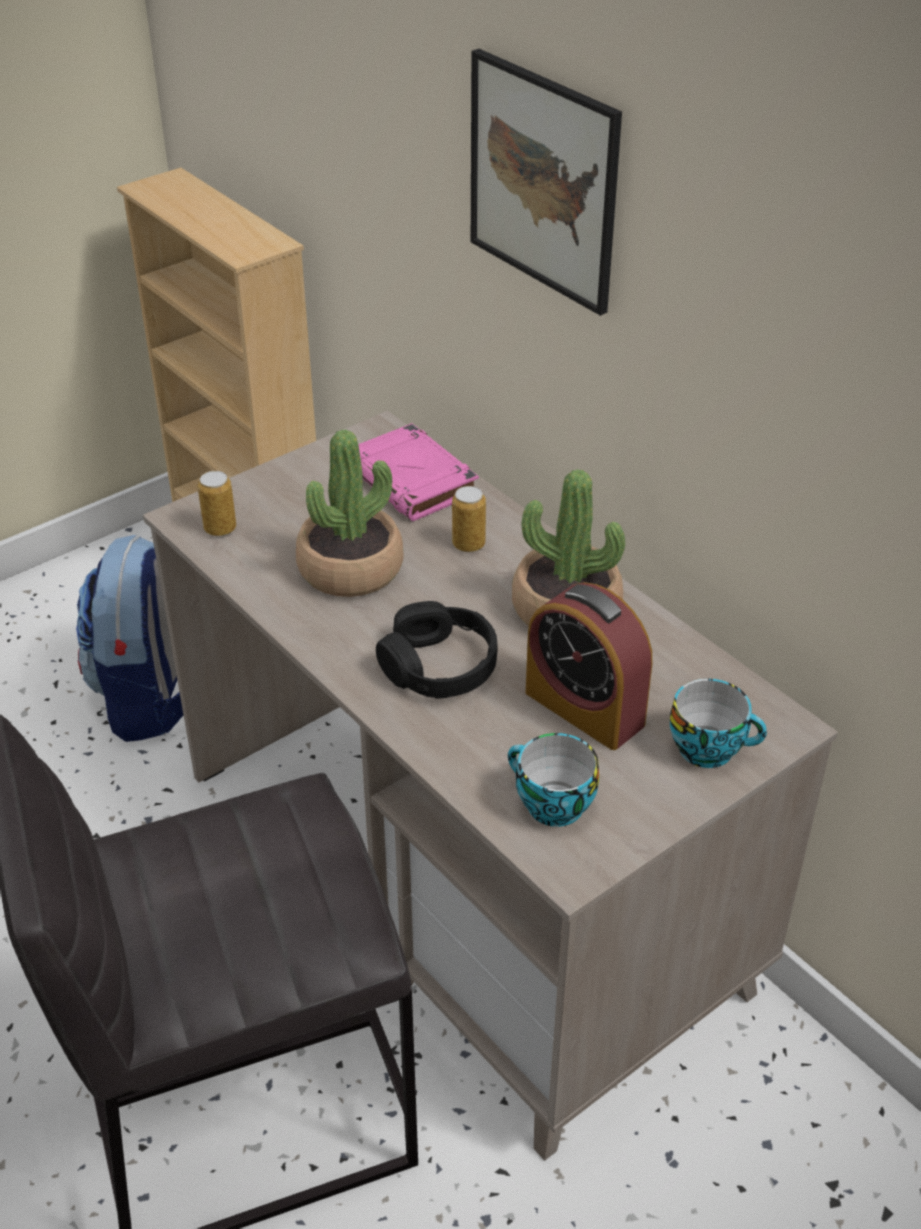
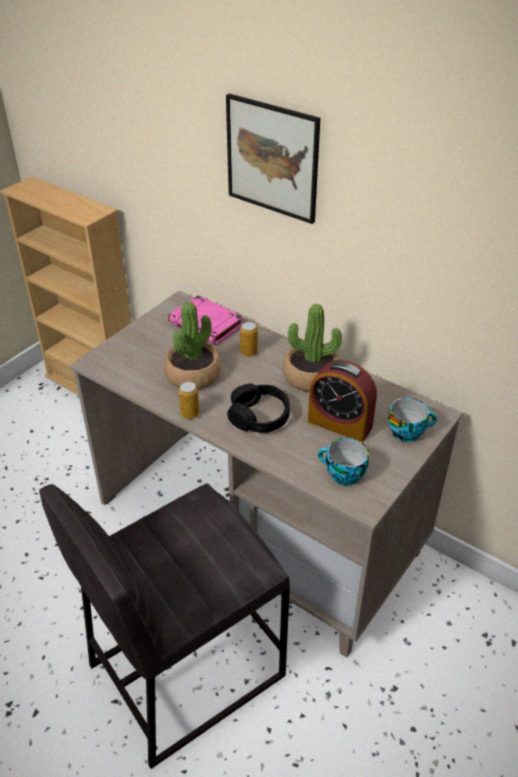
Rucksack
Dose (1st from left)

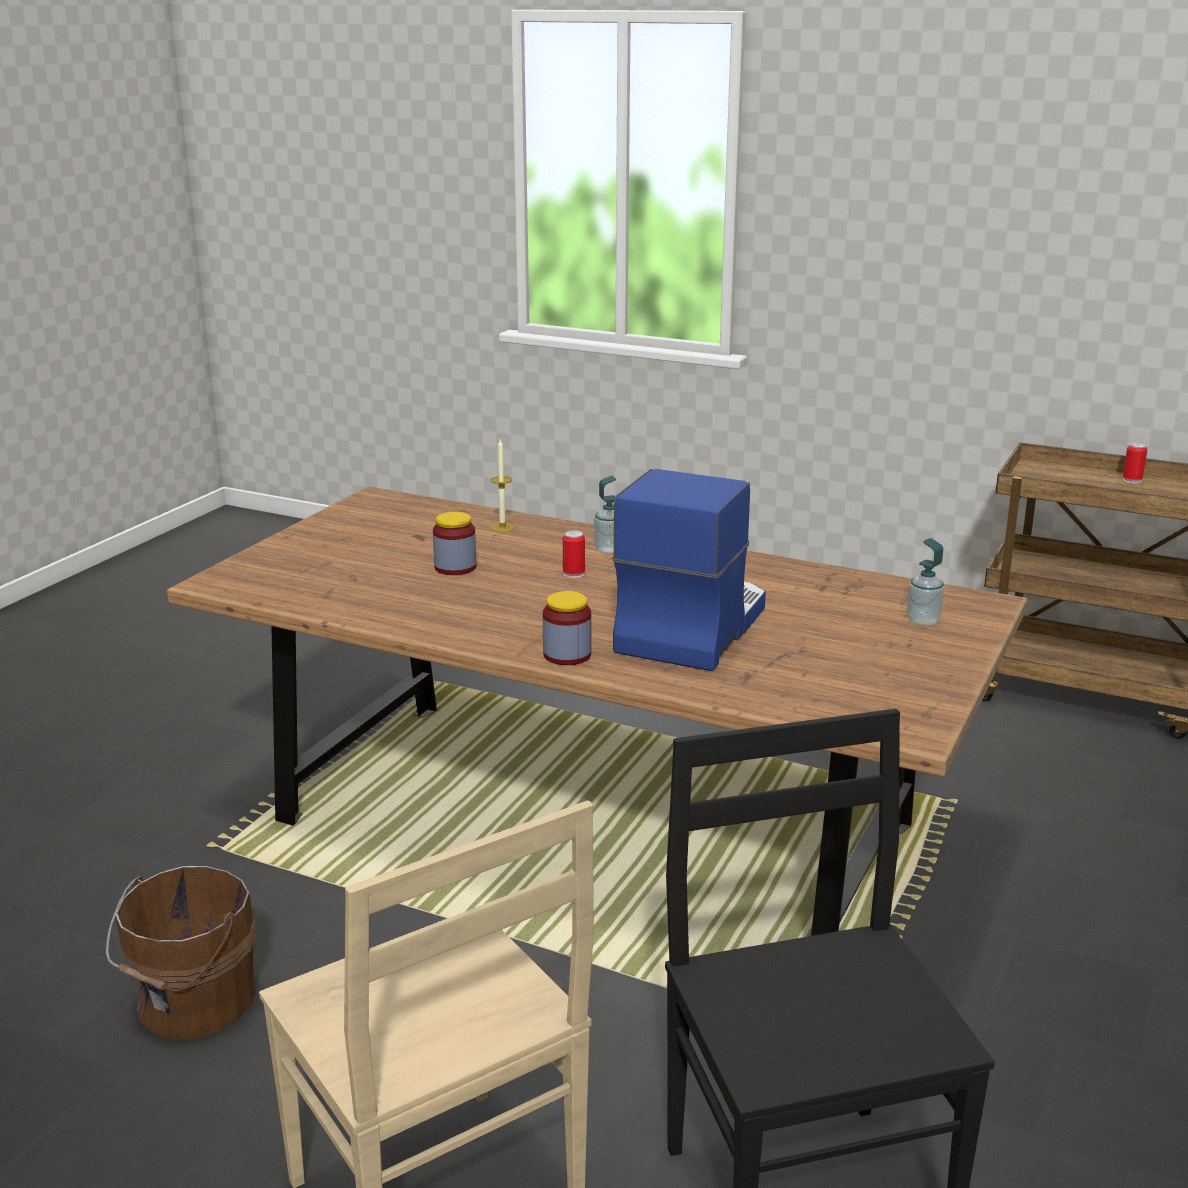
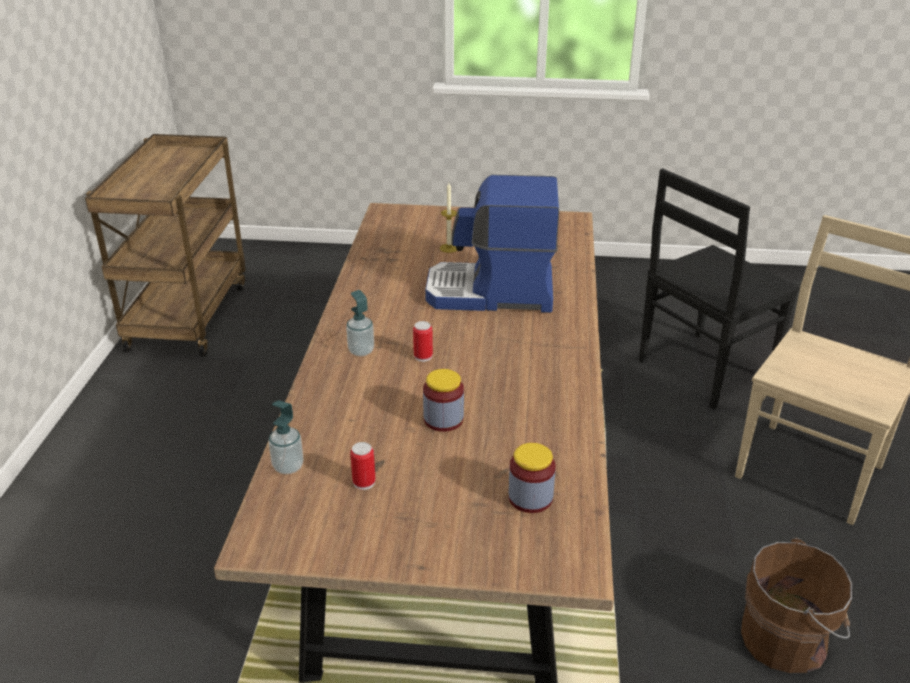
Kerze
Vorratsglas (2nd from left)
Seifenspender (1st from left)
Dose (1st from left)

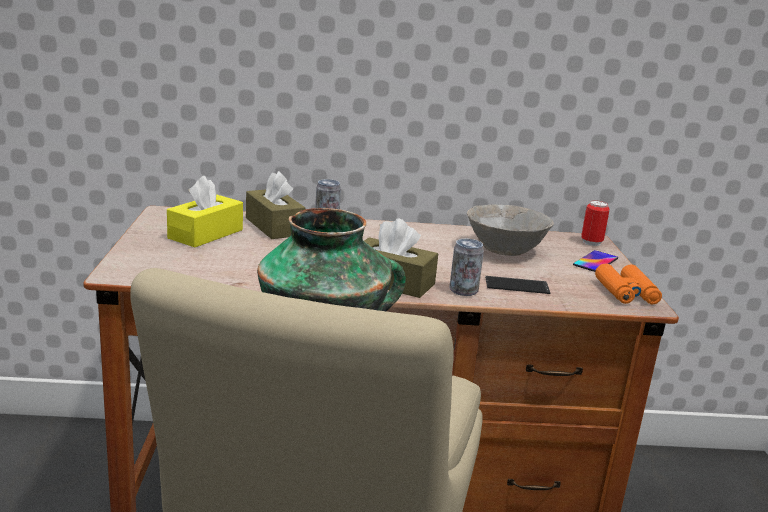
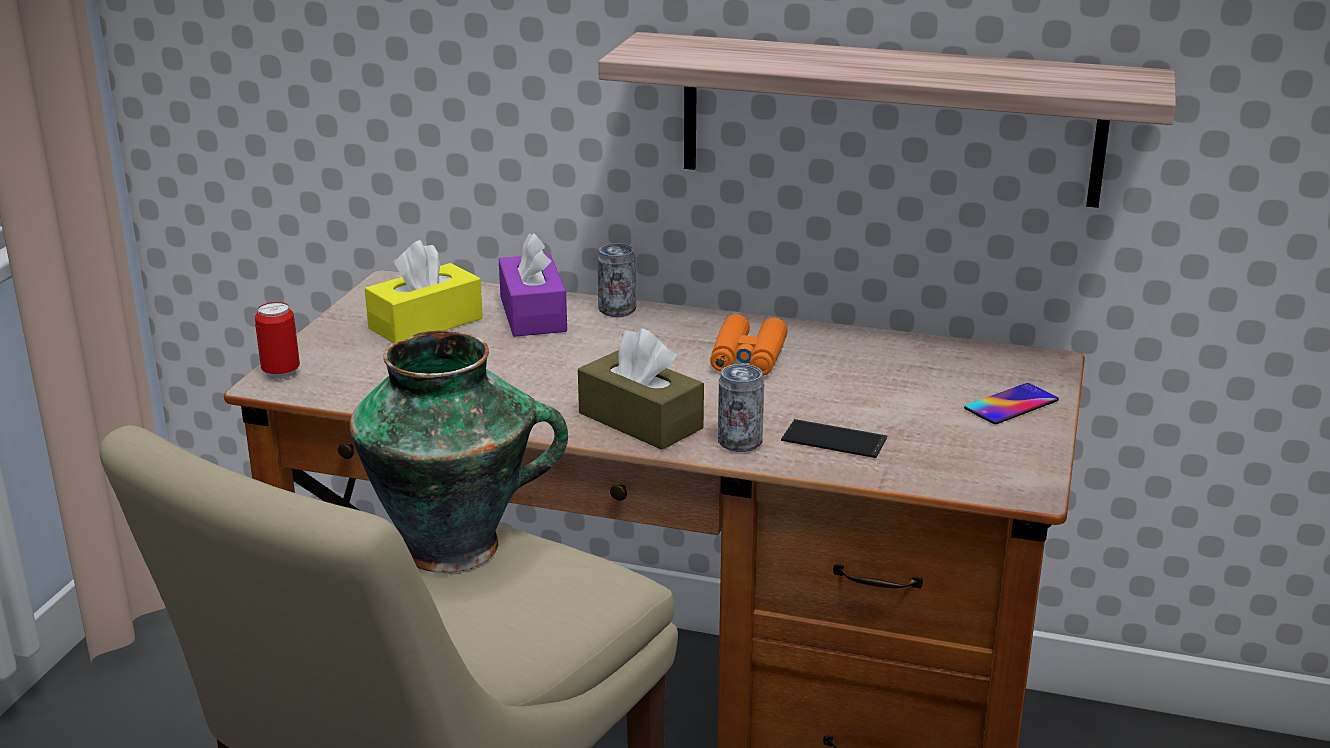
Taschentuchbox/lila
Schüssel/grau
Dose (1st from left)
Fernglas/orange
Wandregal

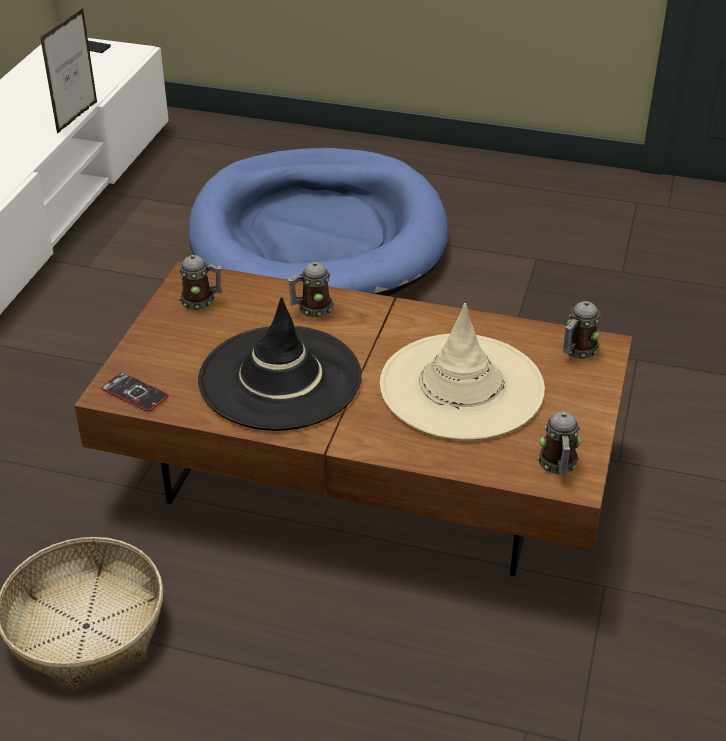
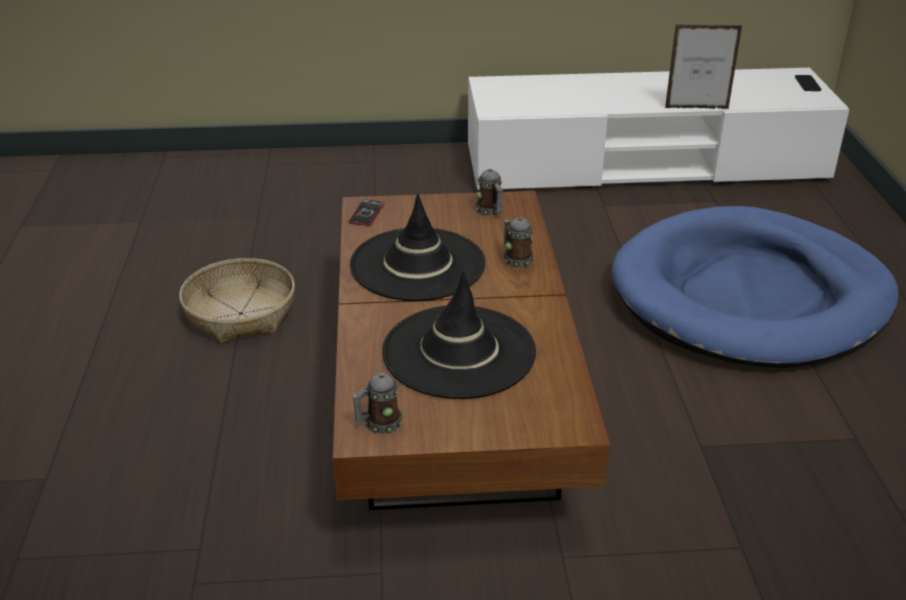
Hut/schwarz (2nd from left)
Henkelbecher (4th from left in the first image)

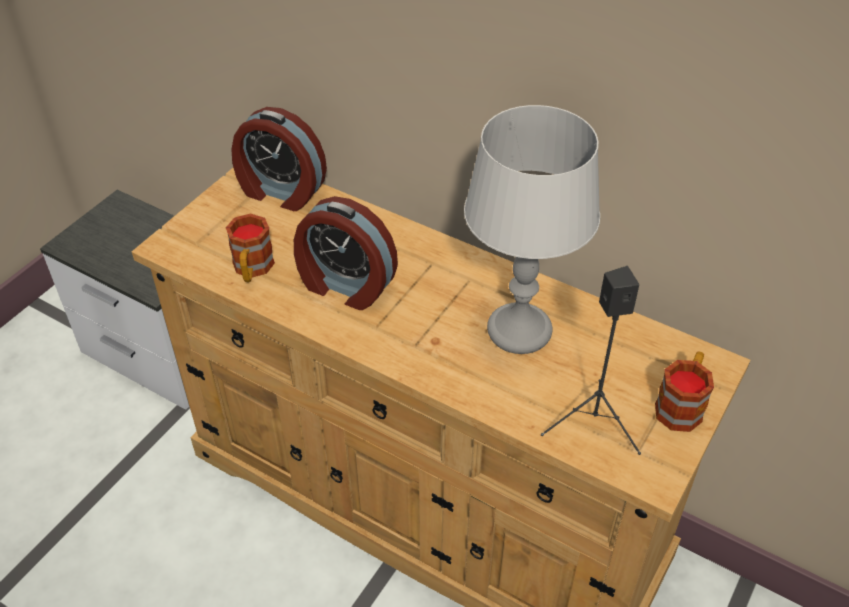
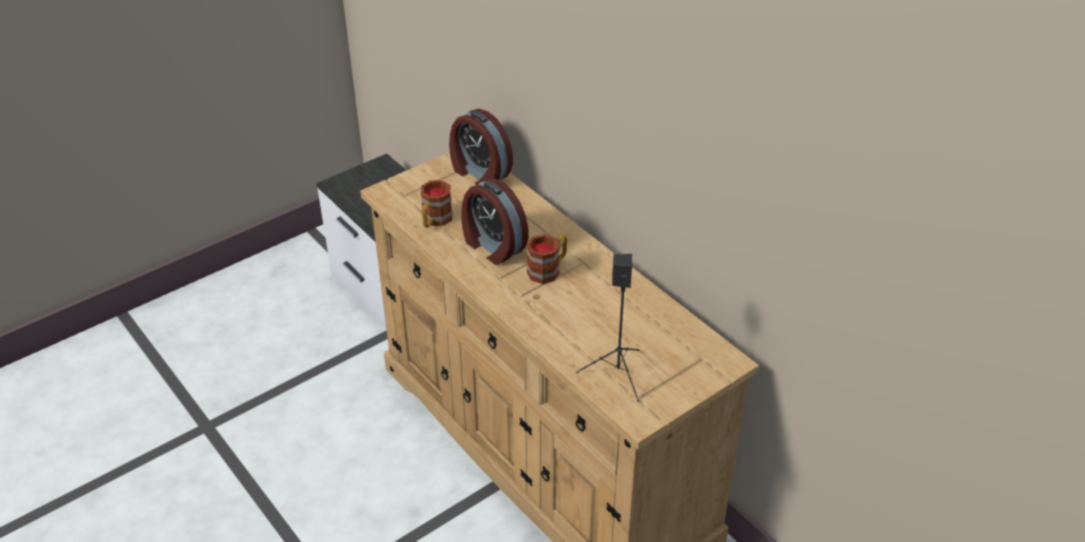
Tischlampe/grau
Henkelbecher (2nd from left)

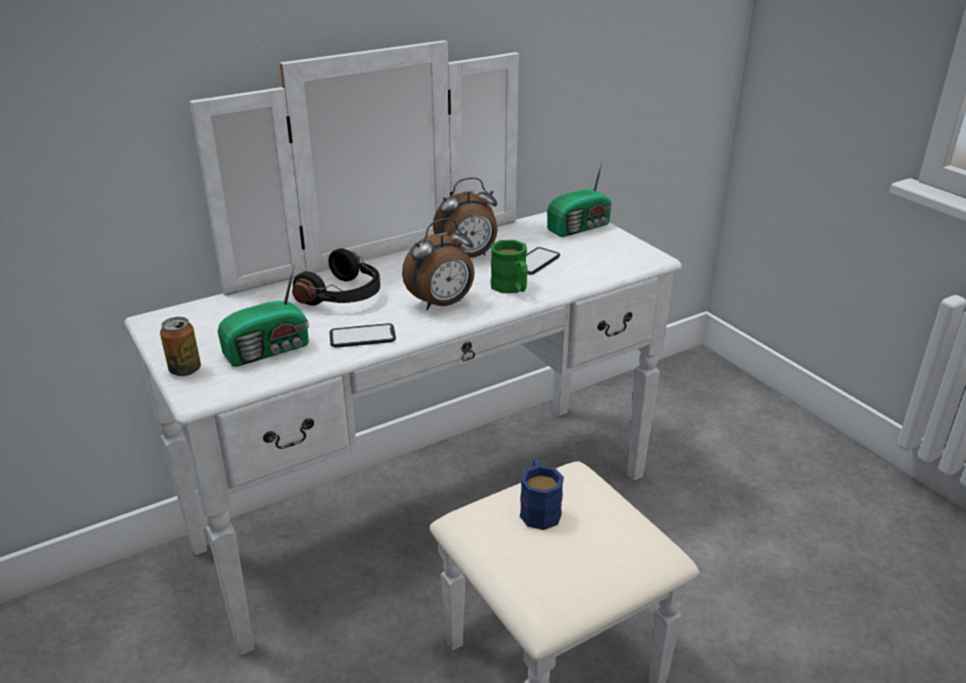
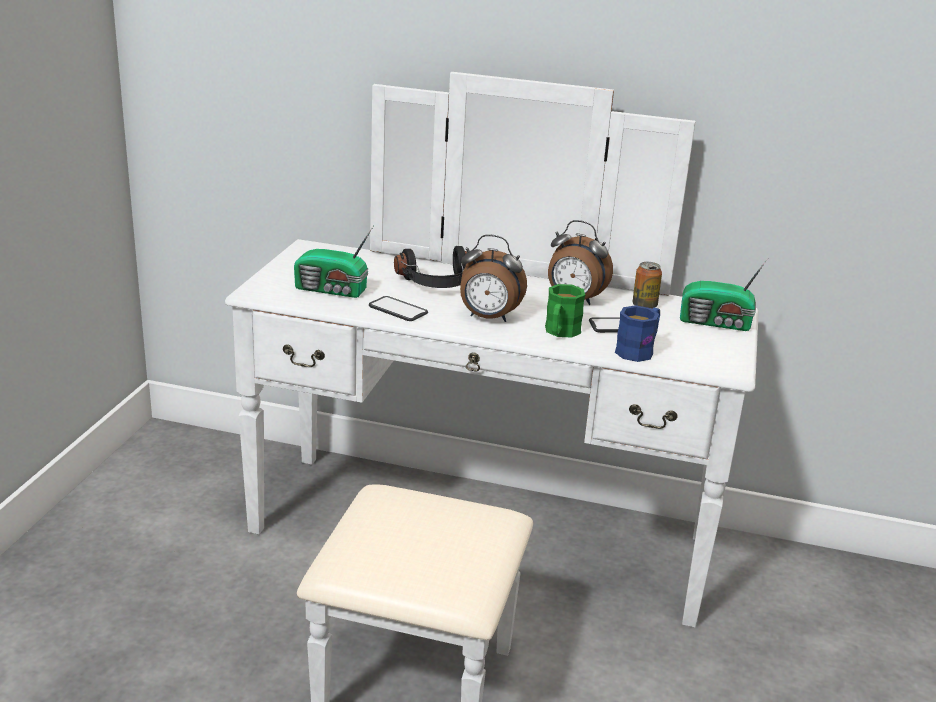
Dose
Henkelbecher/blau

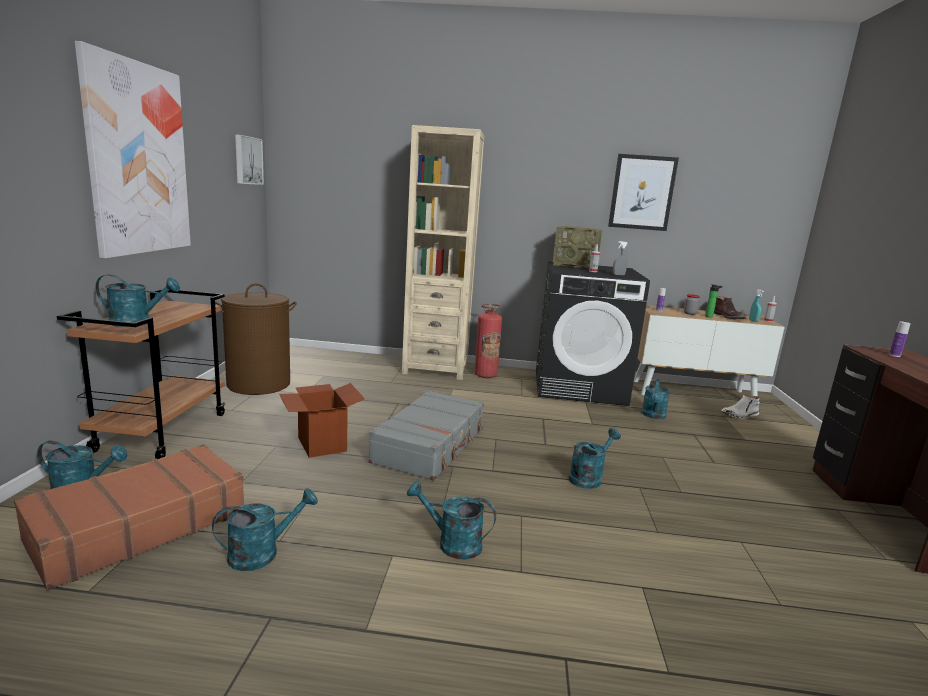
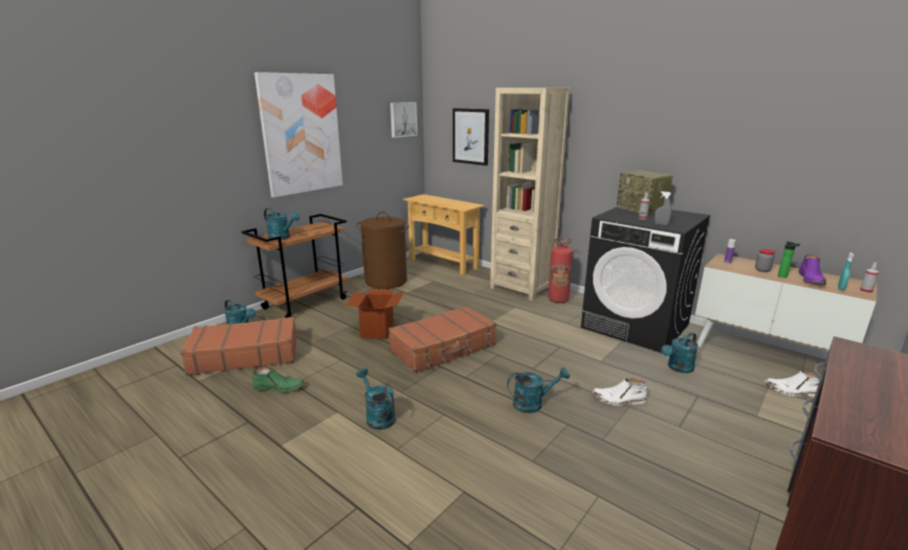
Stiefel/grün
Koffer/braun (2nd from left)
Bild (3rd from left)
Stiefel/lila
Flasche (3rd from left in the first image)
Konsolentisch/beige
Stiefel/weiß (1st from left)

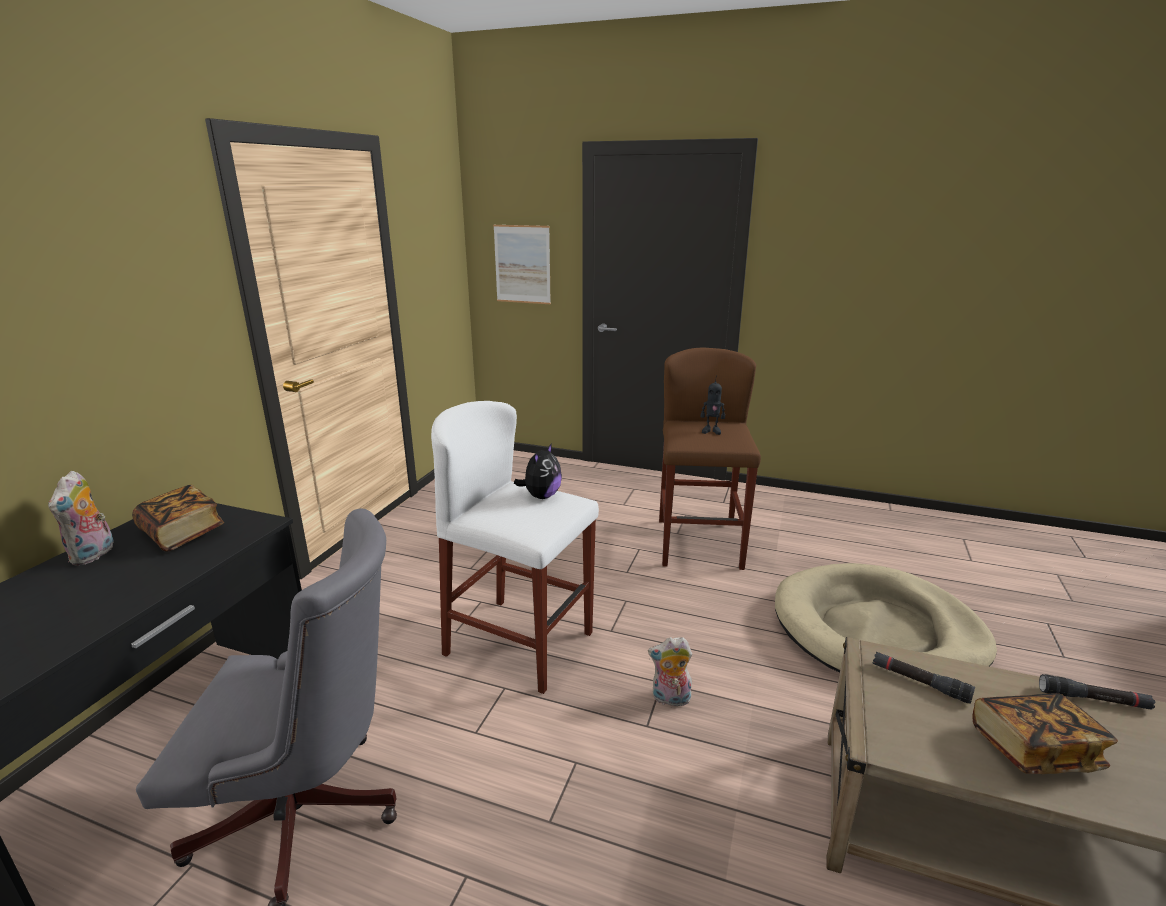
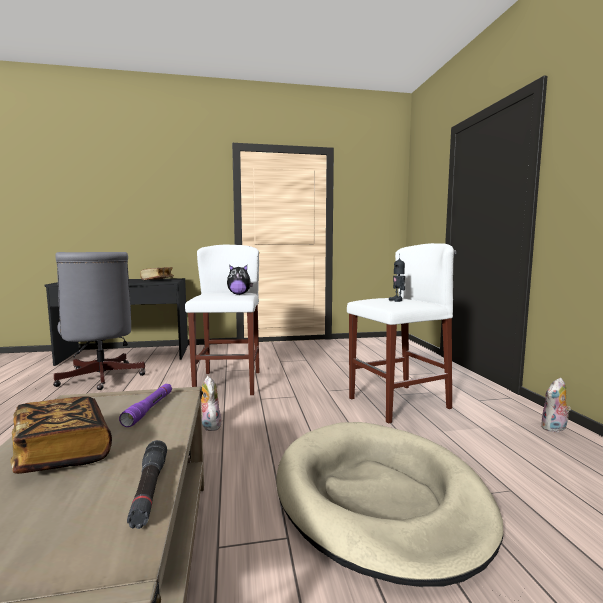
Plüschtier (3rd from left)
Bild
Hocker/weiß (2nd from left)
Taschenlampe/lila

